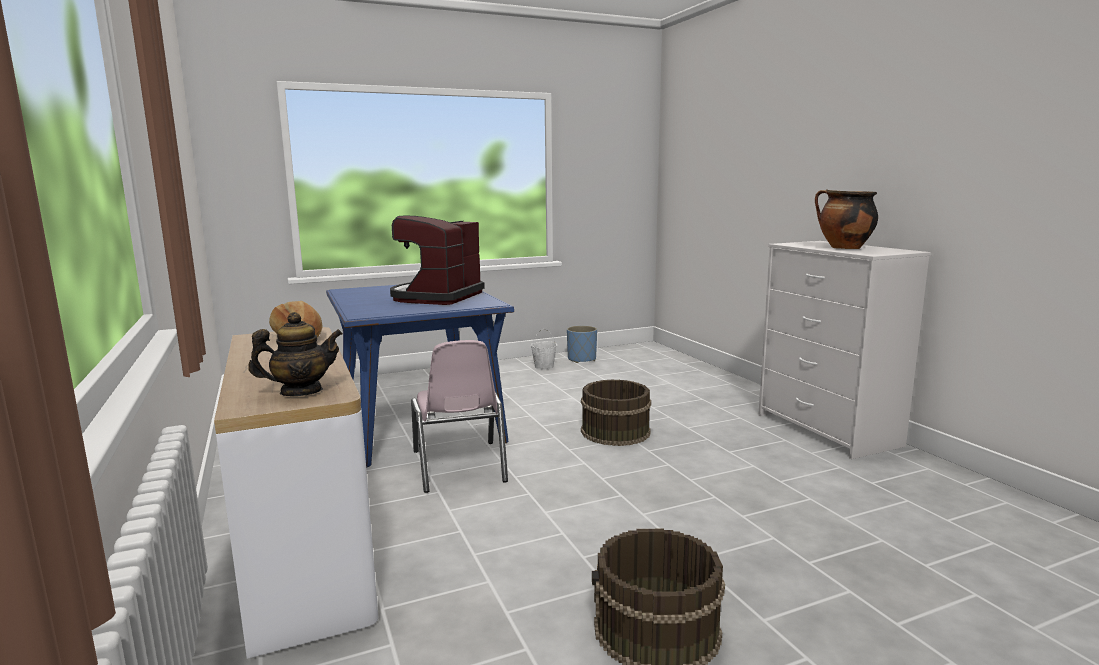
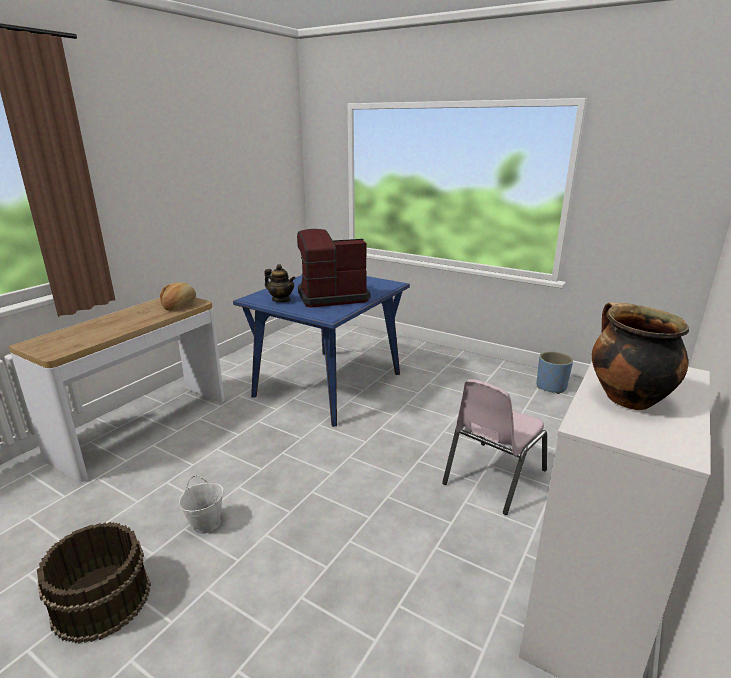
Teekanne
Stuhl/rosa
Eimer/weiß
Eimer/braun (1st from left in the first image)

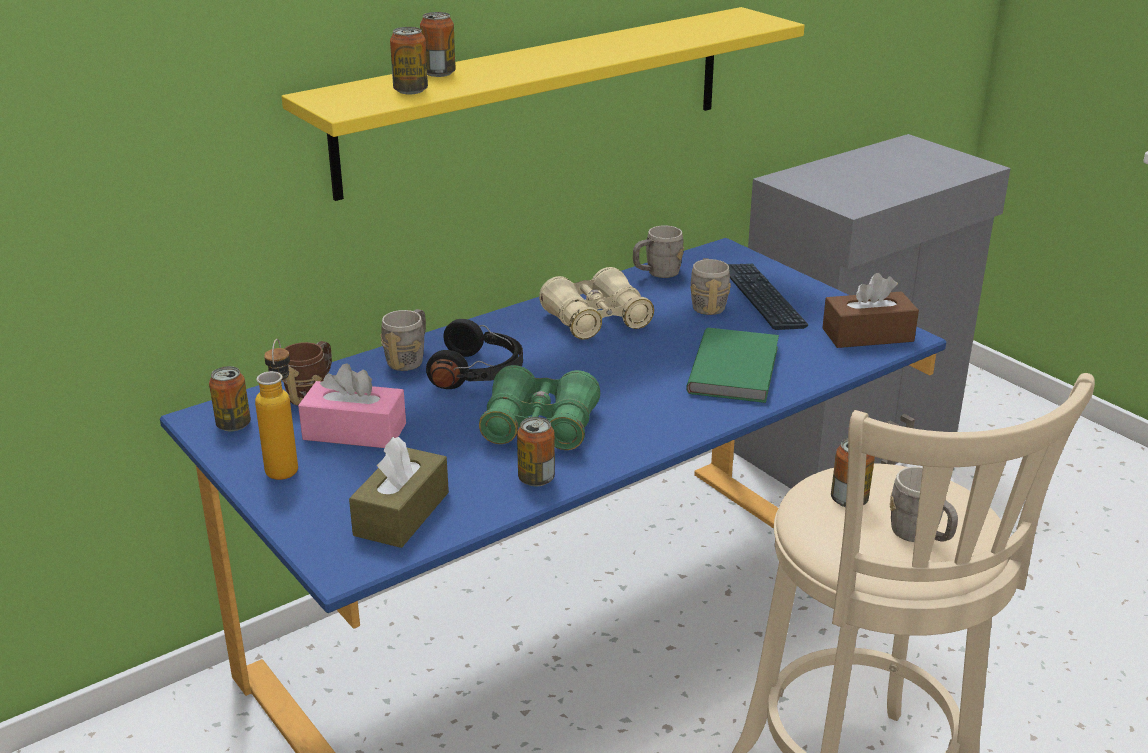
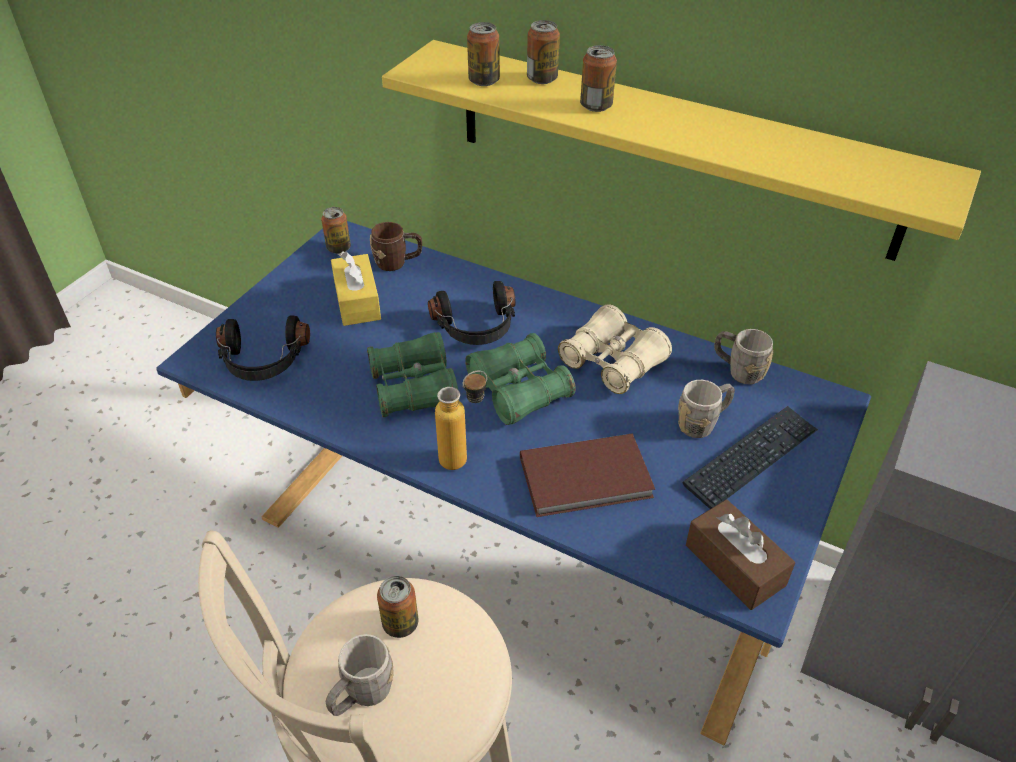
Flasche
Taschentuchbox/gelb
Kopfhörer/schwarz (1st from left)
Henkelbecher/grau (1st from left in the first image)
Dose (5th from left)
Buch/braun
Fernglas/grün (2nd from left)

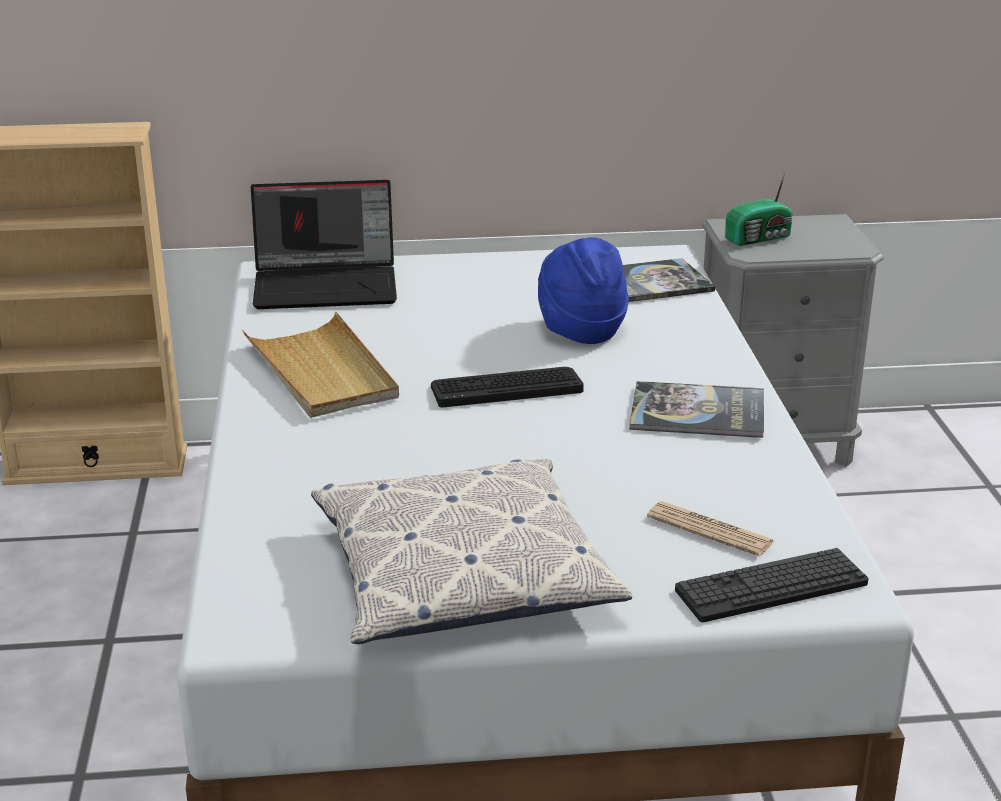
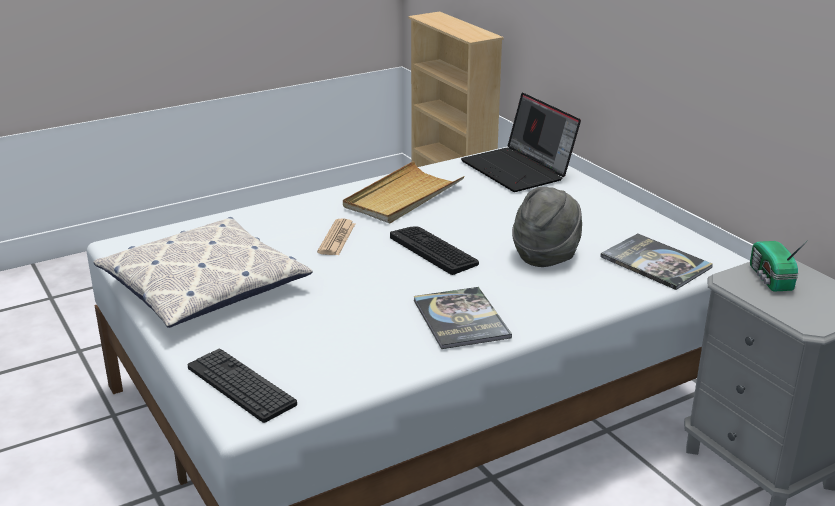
Hut/grau
Zeitung
Radio

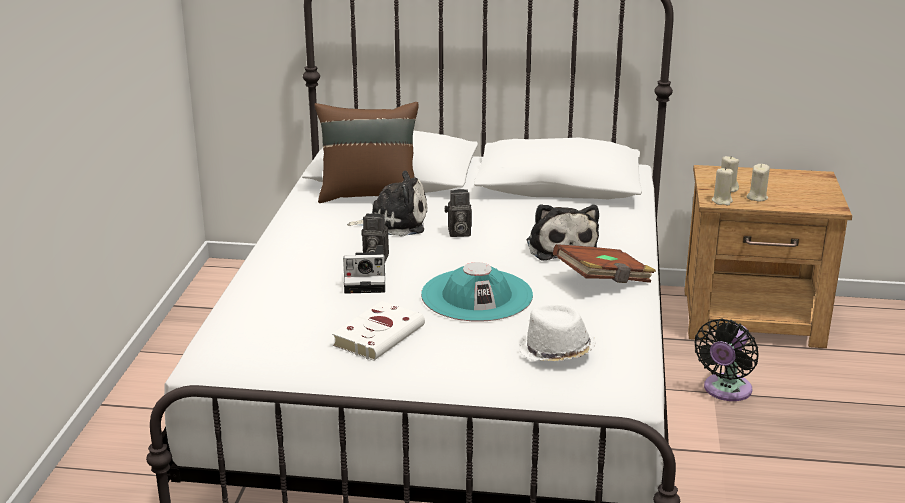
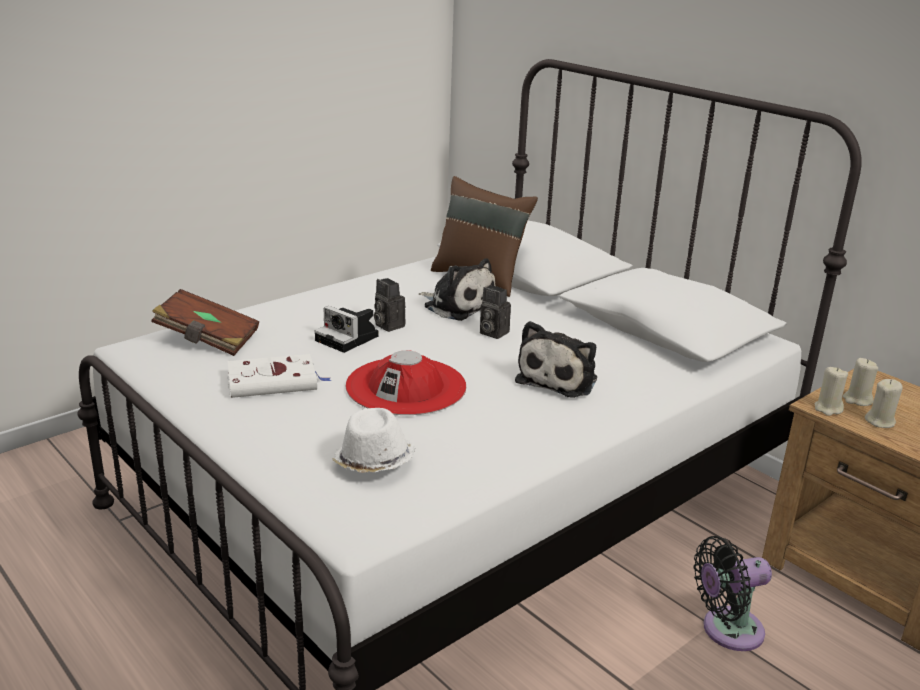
Hut/rot
Buch/braun

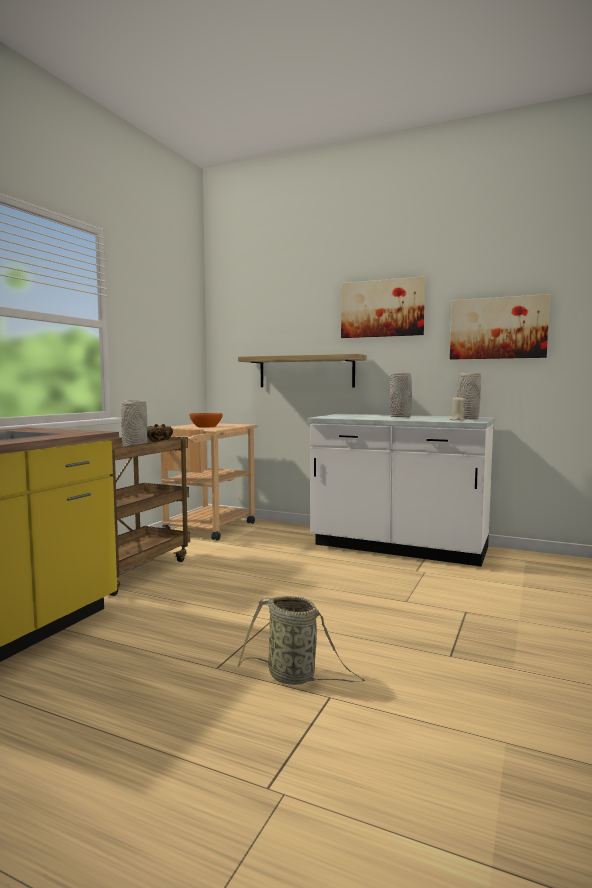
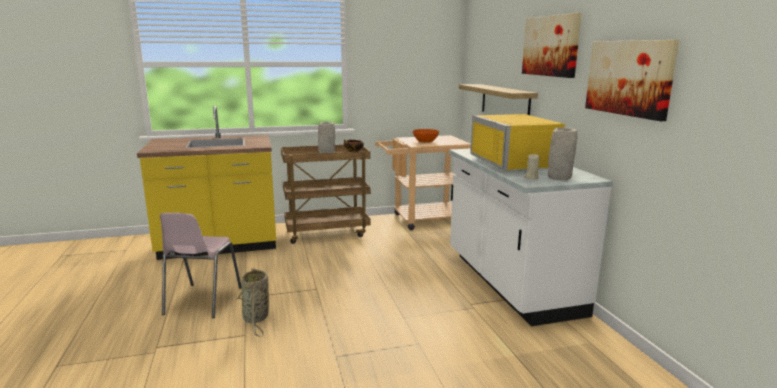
Mikrowelle/gelb
Stuhl/rosa

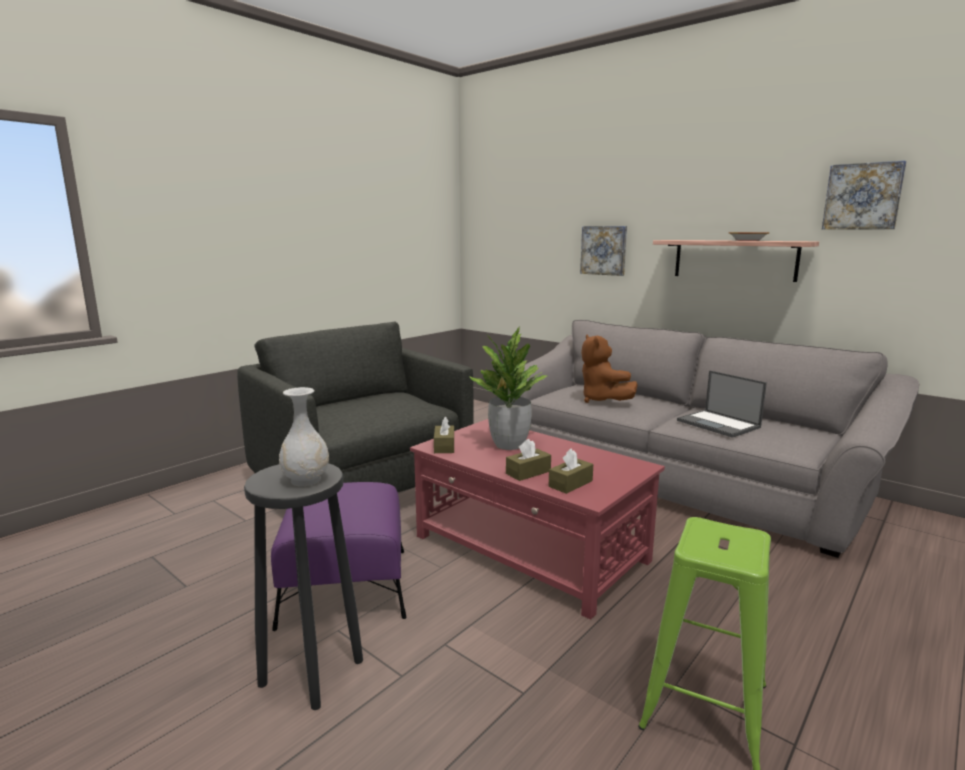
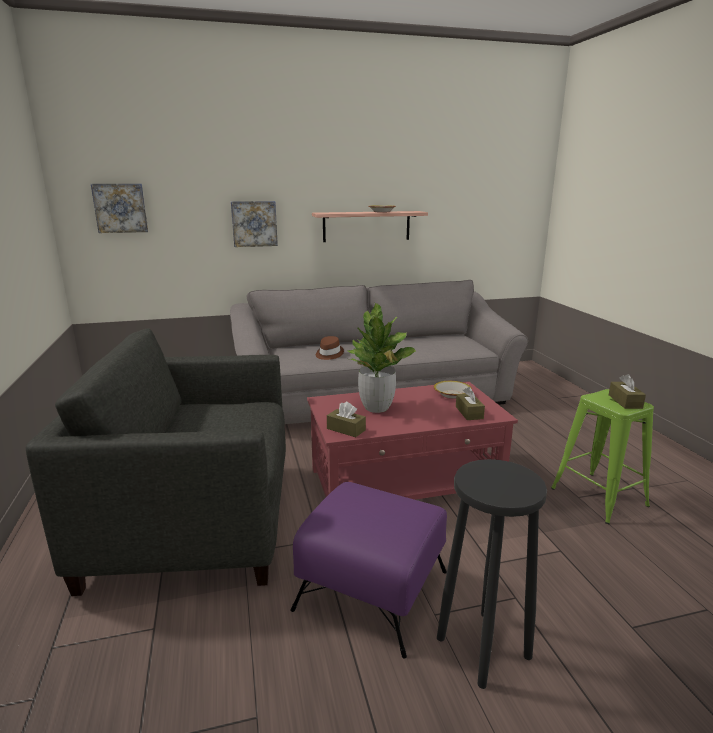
Vase/weiß
Taschentuchbox/braun (3rd from left)
Hut/braun
Laptop
Bild (1st from left)
Schüssel (2nd from left)

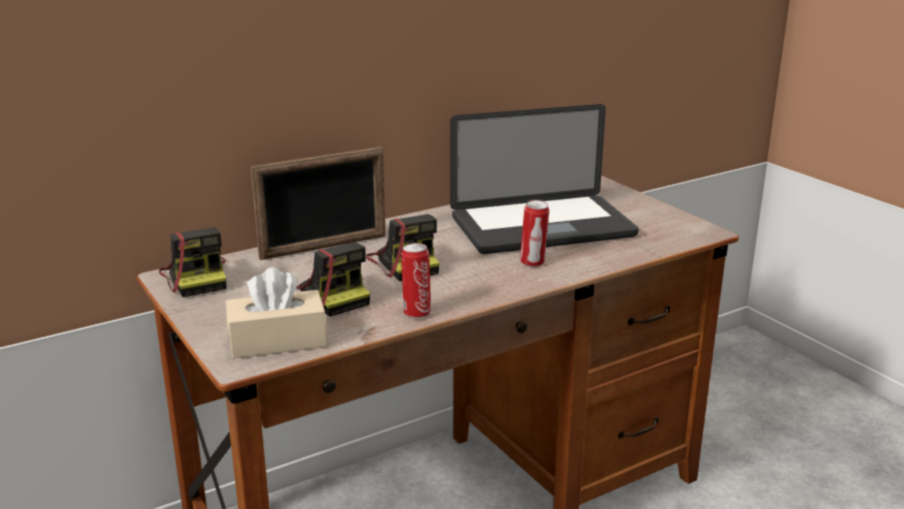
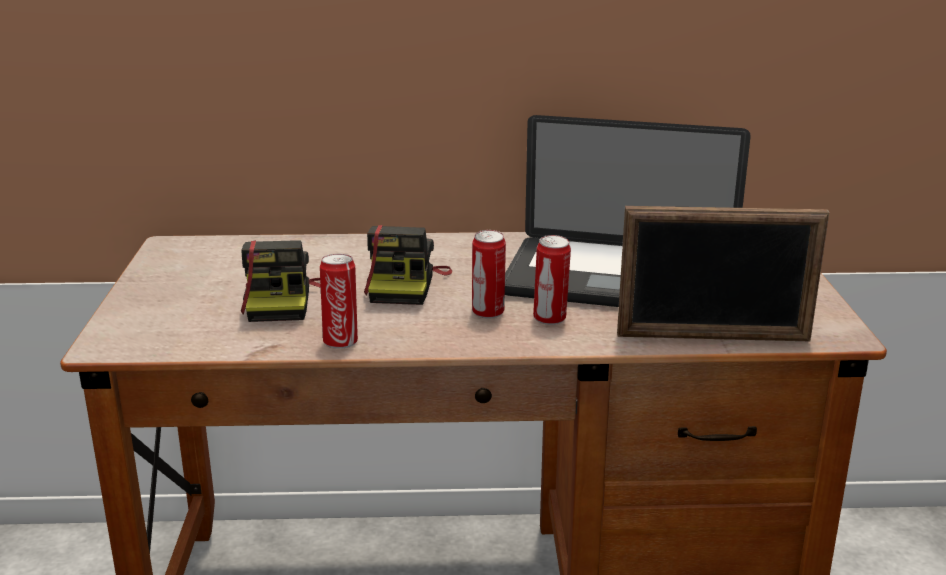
Kamera (1st from left in the first image)
Taschentuchbox/beige
Bilderrahmen
Dose (2nd from left)

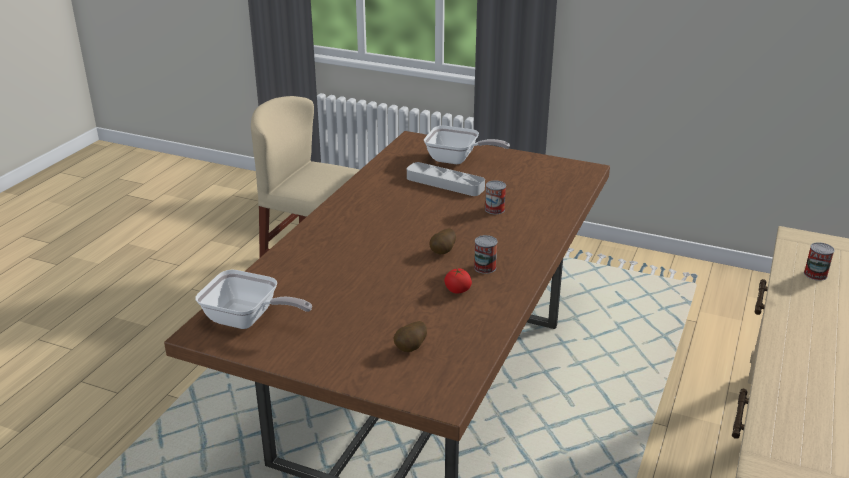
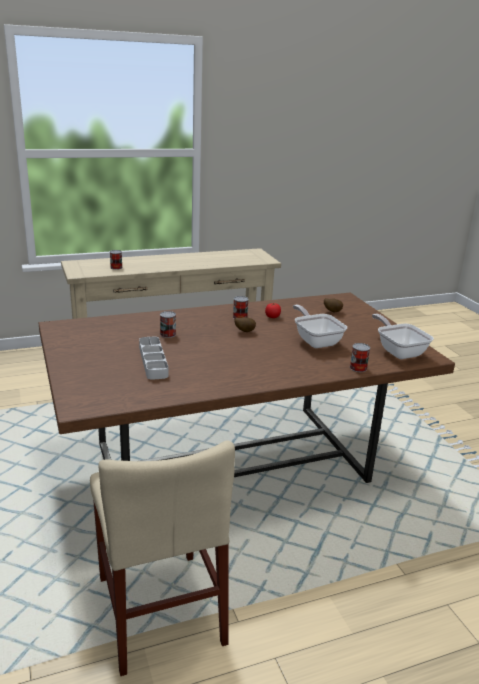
Pfanne (1st from left)
Dose (4th from left)

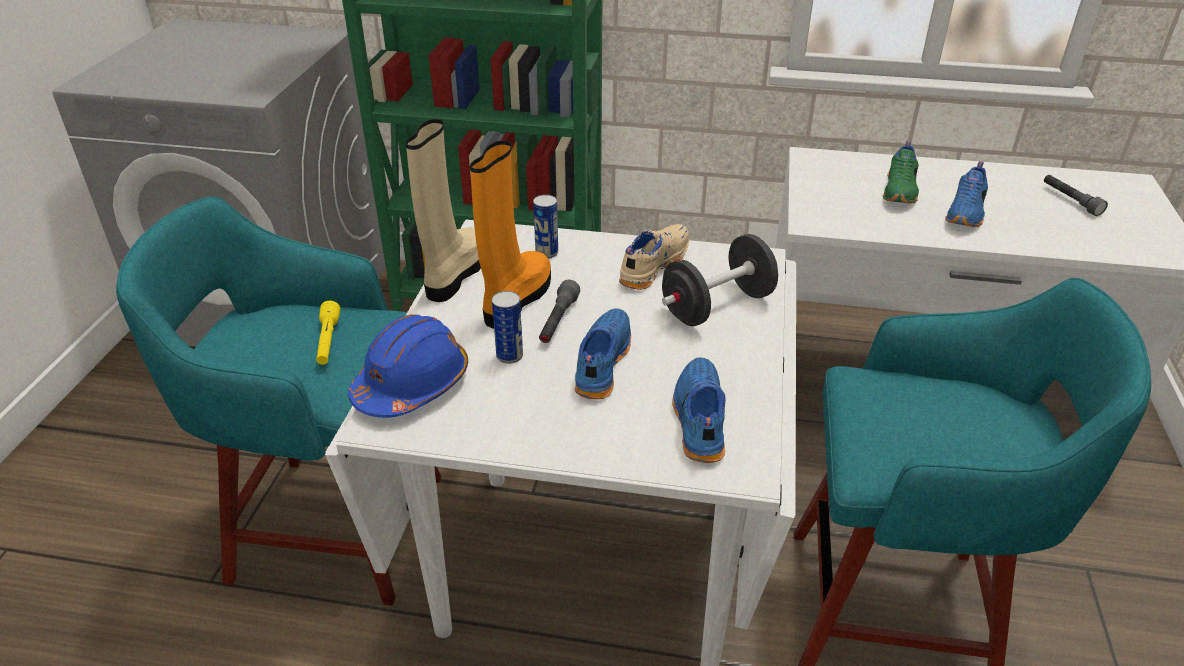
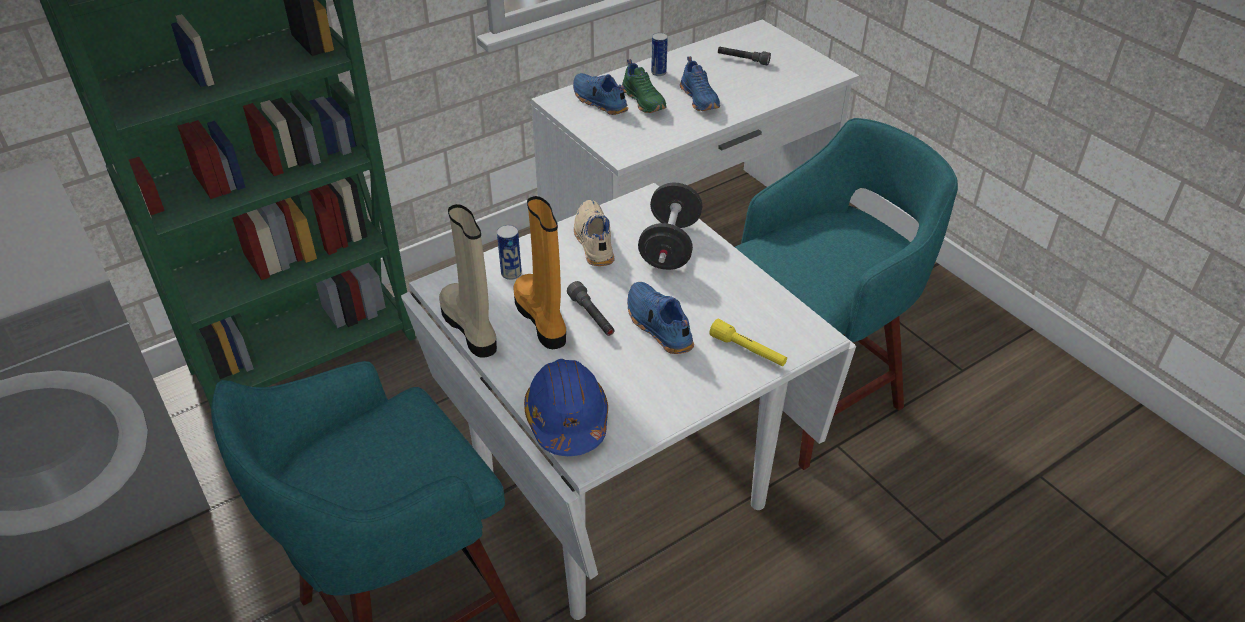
Taschenlampe/gelb
Dose (2nd from left)
Schuh/blau (1st from left)

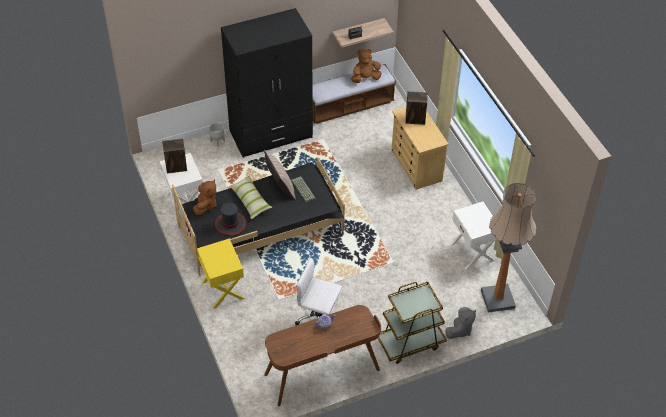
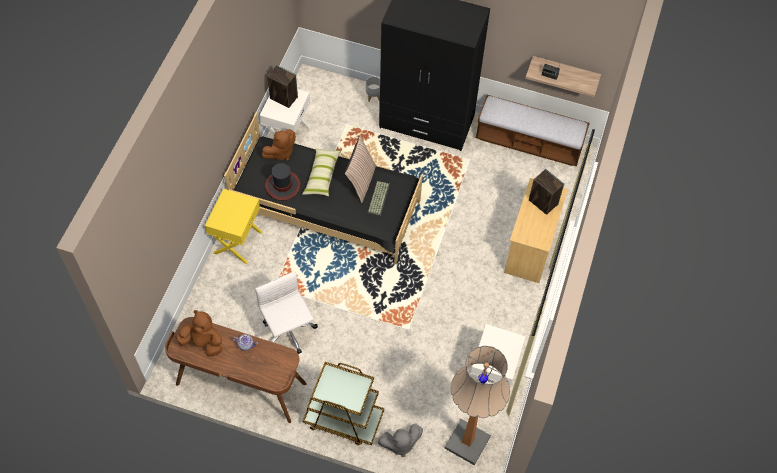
Plüschtier/braun (1st from left)

